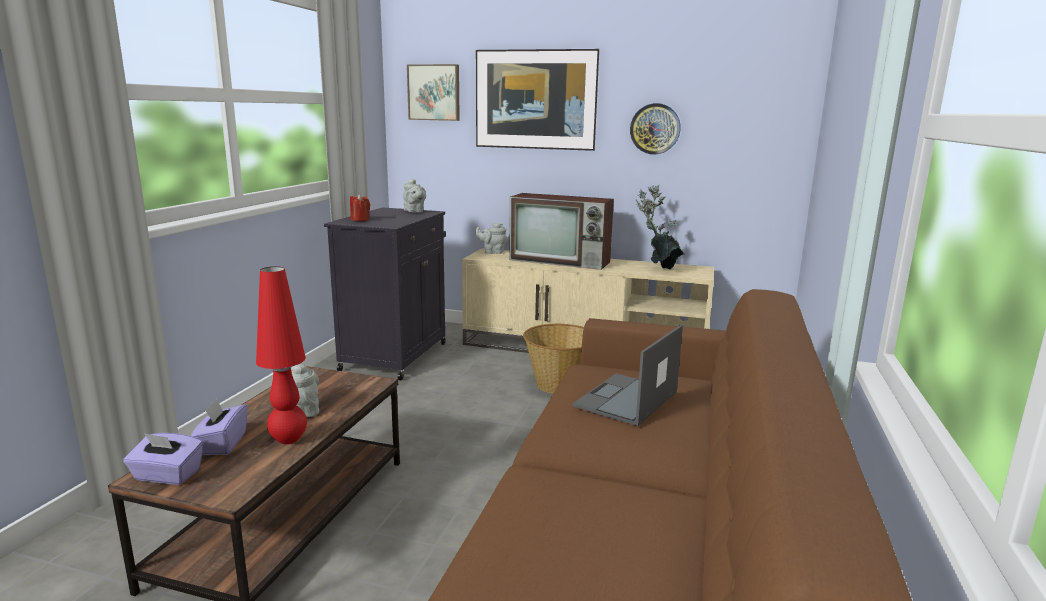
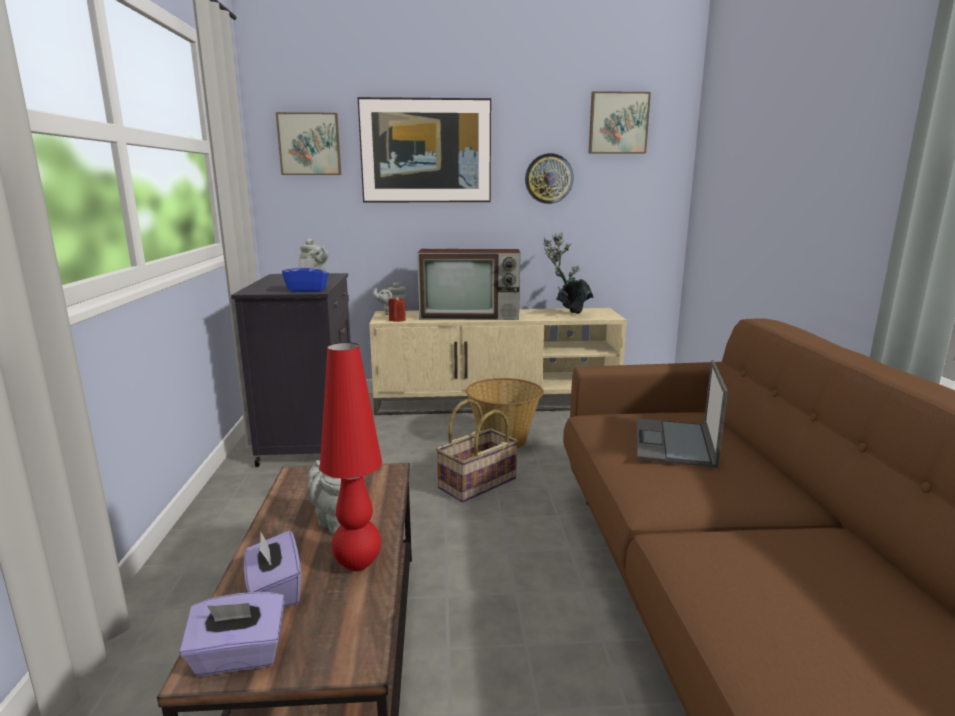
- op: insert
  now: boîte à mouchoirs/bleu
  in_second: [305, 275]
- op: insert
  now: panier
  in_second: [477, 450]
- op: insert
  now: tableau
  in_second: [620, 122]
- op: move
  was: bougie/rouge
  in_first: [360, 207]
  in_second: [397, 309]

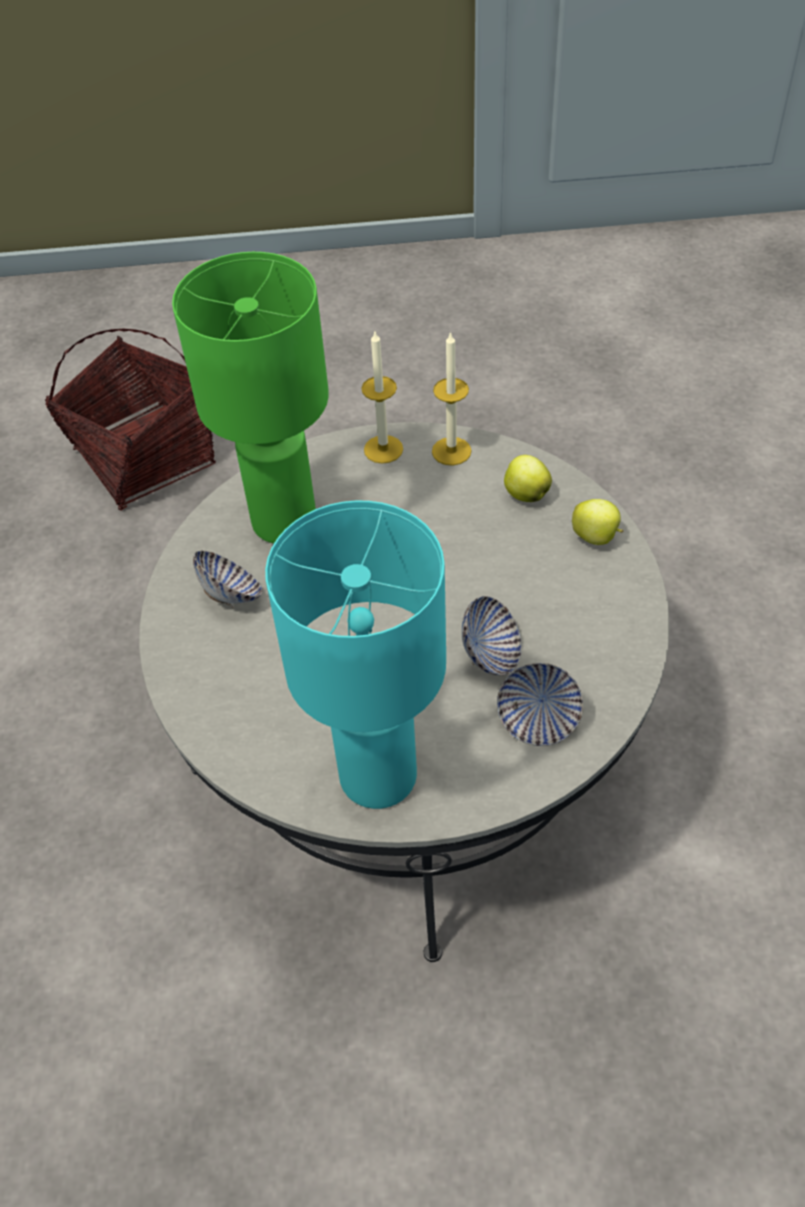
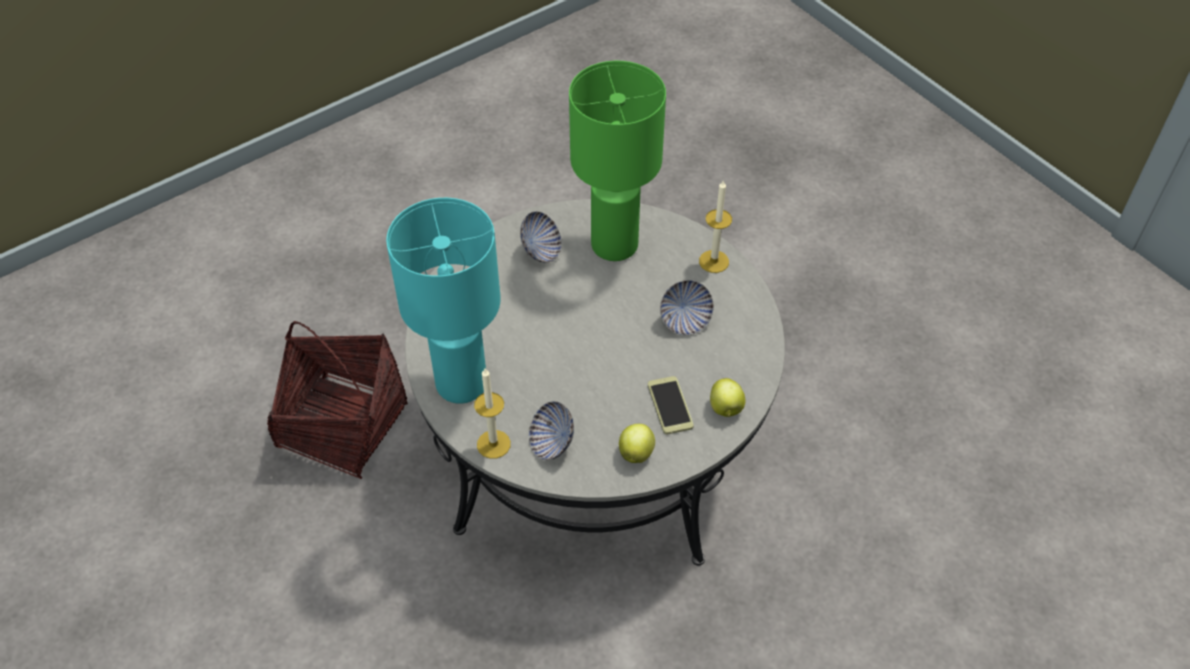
- op: insert
  now: téléphone
  in_second: [671, 405]
- op: move
  was: panier
  in_first: [130, 420]
  in_second: [337, 400]
- op: move
  was: bougie
  in_first: [452, 399]
  in_second: [492, 414]
- op: move
  was: bol
  in_first: [491, 635]
  in_second: [687, 307]
- op: move
  was: pomme
  in_first: [528, 478]
  in_second: [637, 443]

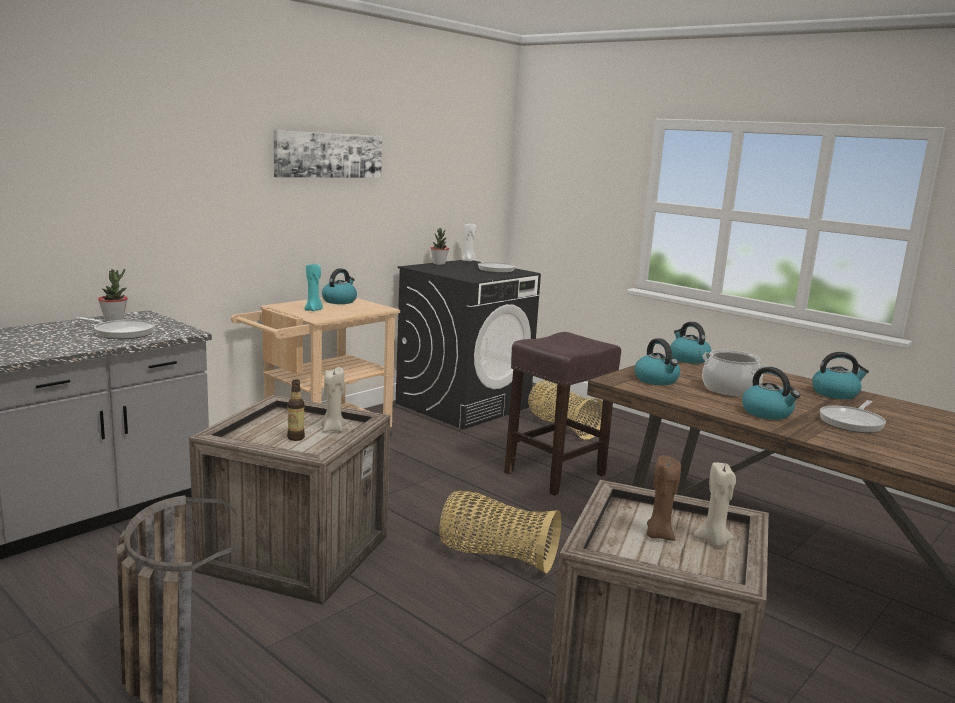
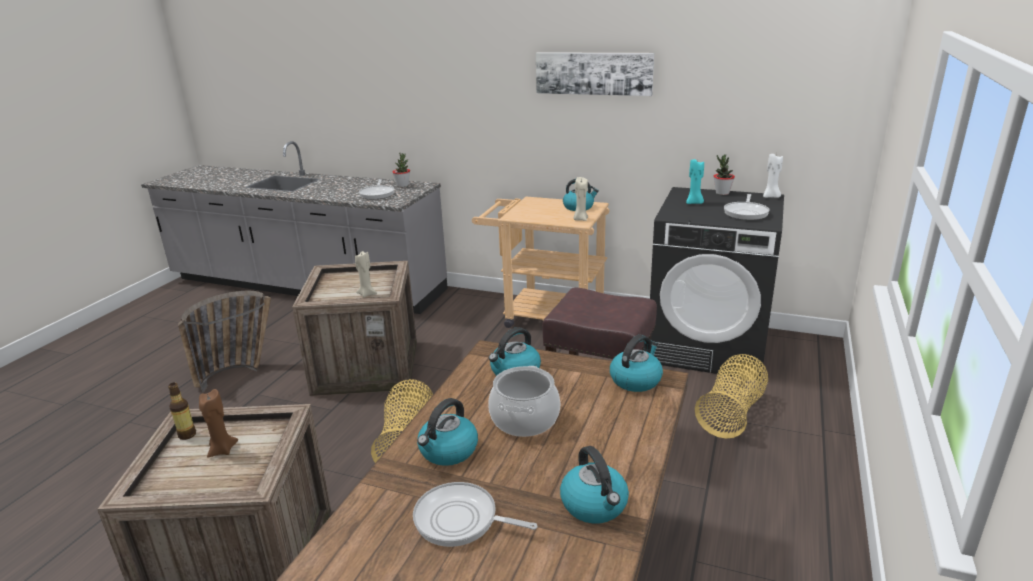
- op: move
  was: bouteille
  in_first: [296, 410]
  in_second: [182, 411]
- op: move
  was: bougie/turquoise
  in_first: [313, 287]
  in_second: [695, 181]
- op: move
  was: bougie/beige
  in_first: [715, 504]
  in_second: [580, 199]

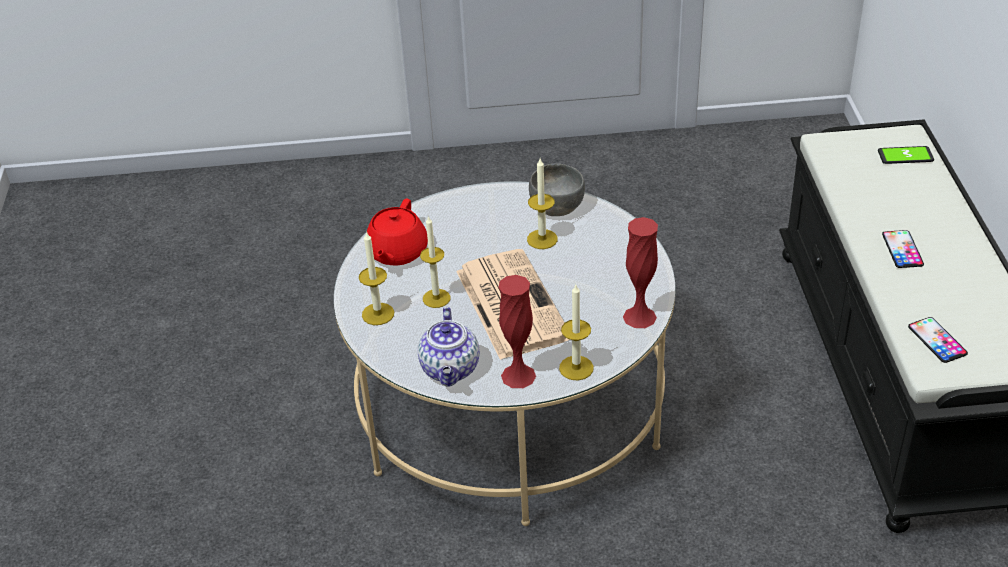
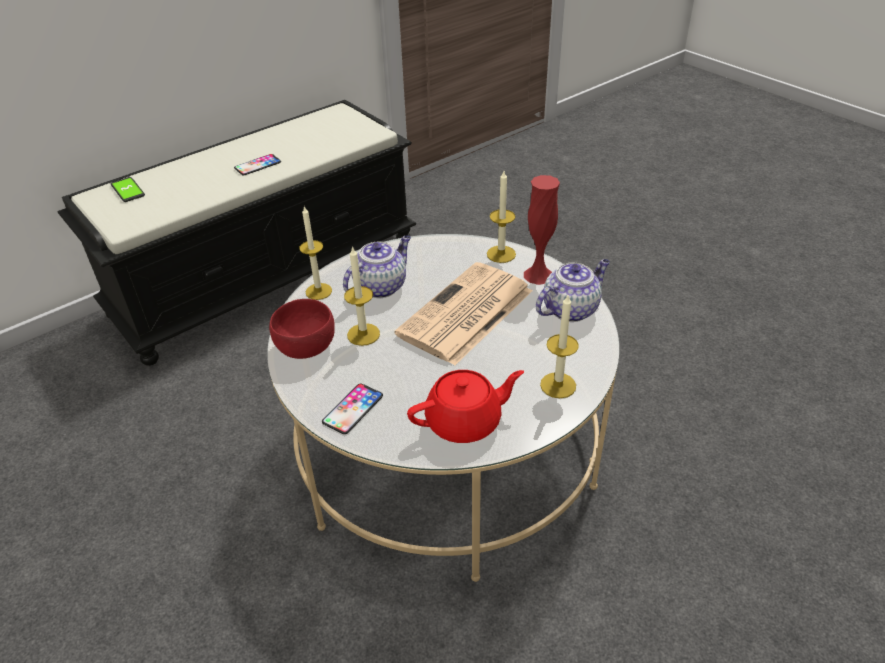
- op: delete
  was: vase/rouge
  in_first: [640, 272]
- op: insert
  now: théière
  in_second: [377, 266]
- op: move
  was: bougie
  in_first: [435, 262]
  in_second: [315, 253]
- op: move
  was: téléphone
  in_first: [938, 340]
  in_second: [352, 409]
- op: recolor
  was: bol/gris
  now: bol/rouge
  in_first: [557, 189]
  in_second: [302, 329]

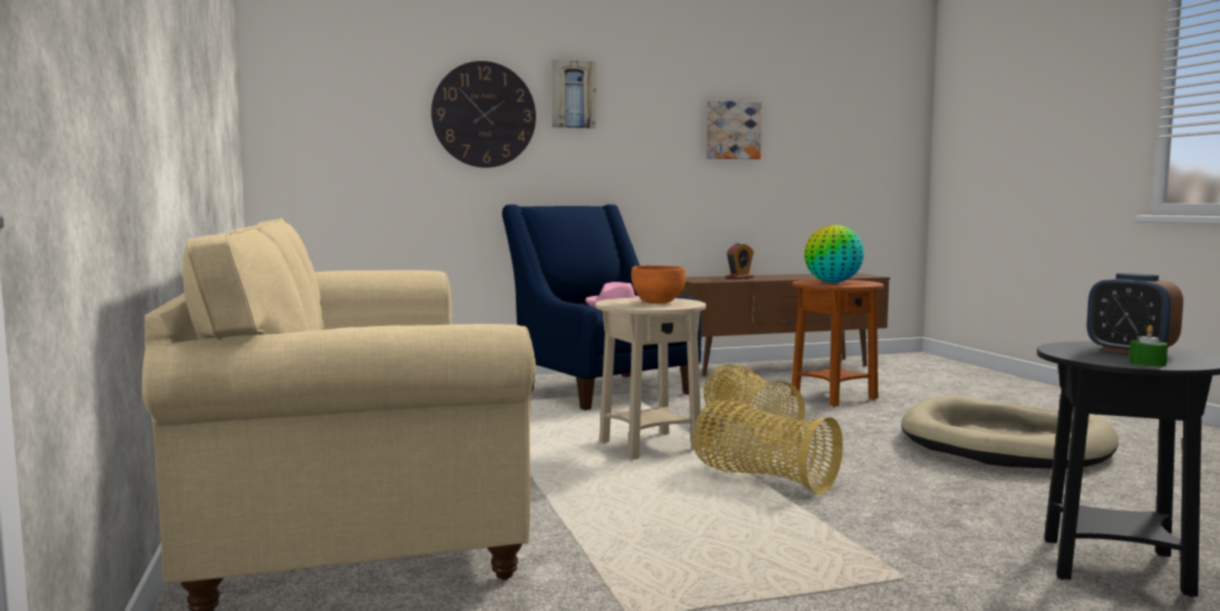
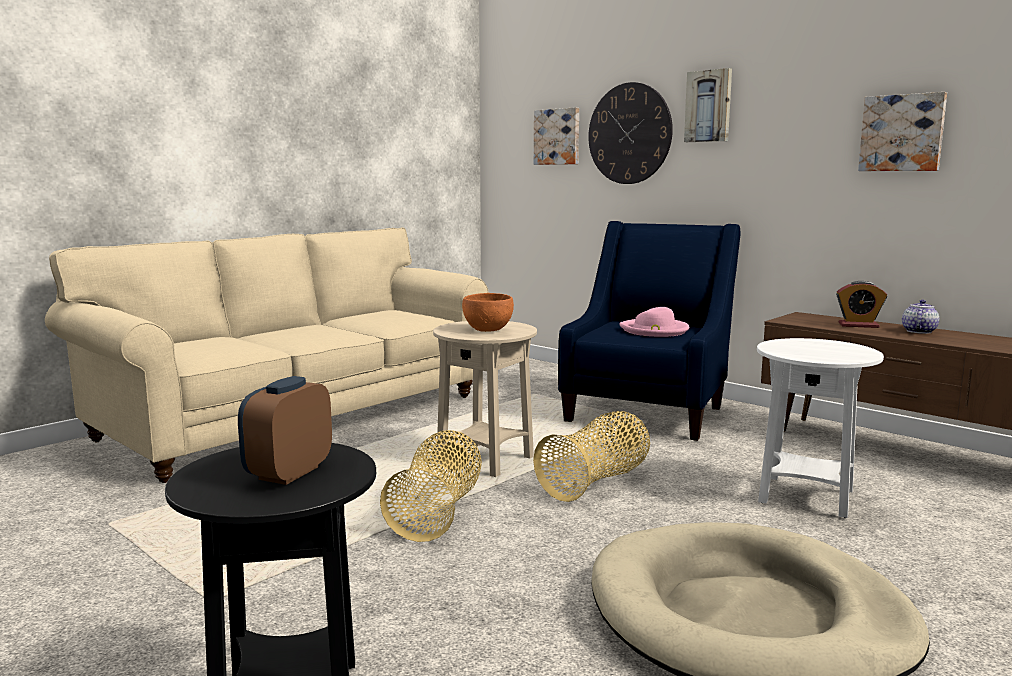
- op: delete
  was: globe
  in_first: [834, 254]
- op: delete
  was: bougie/vert
  in_first: [1148, 346]
- op: insert
  now: tableau
  in_second: [556, 136]
- op: insert
  now: théière
  in_second: [920, 317]
- op: recolor
  was: table d'appoint/marron
  now: table d'appoint/blanc
  in_first: [837, 343]
  in_second: [820, 428]

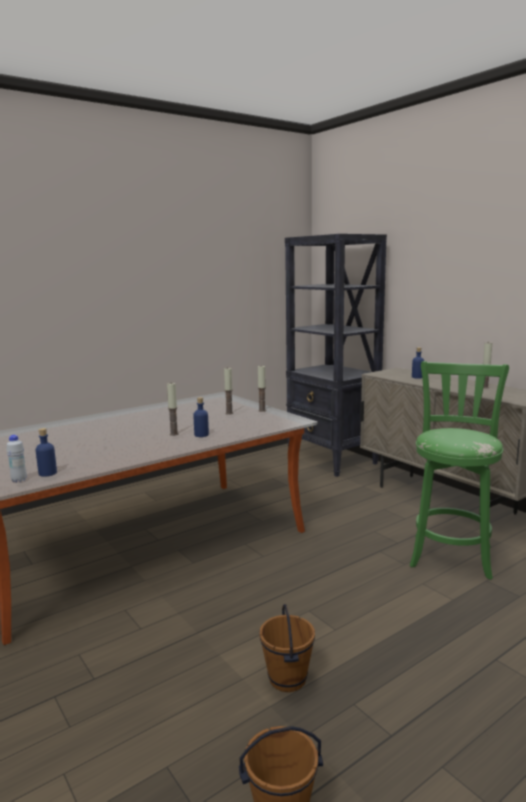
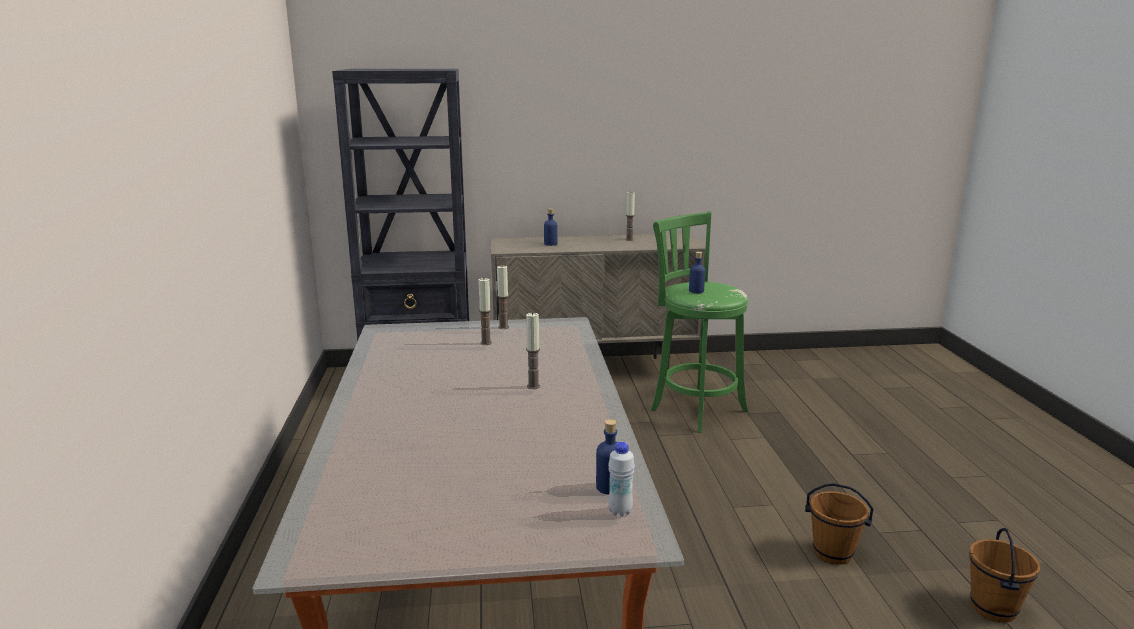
- op: move
  was: bouteille/bleu
  in_first: [201, 417]
  in_second: [697, 272]

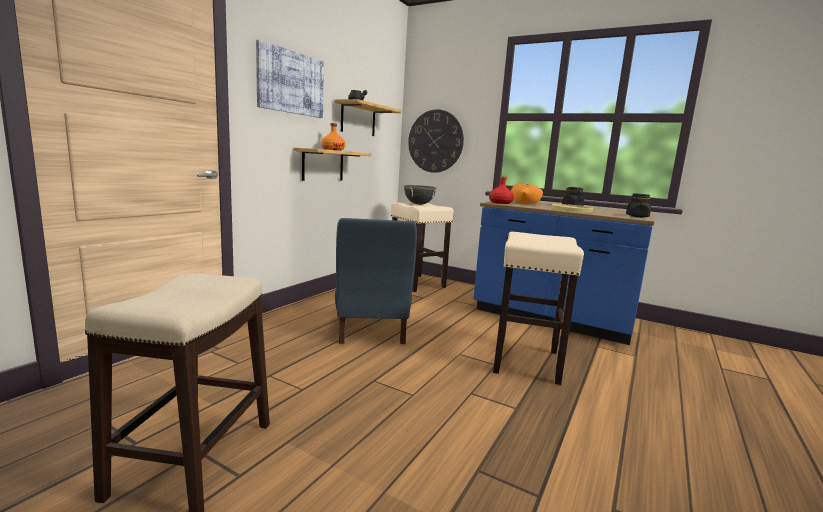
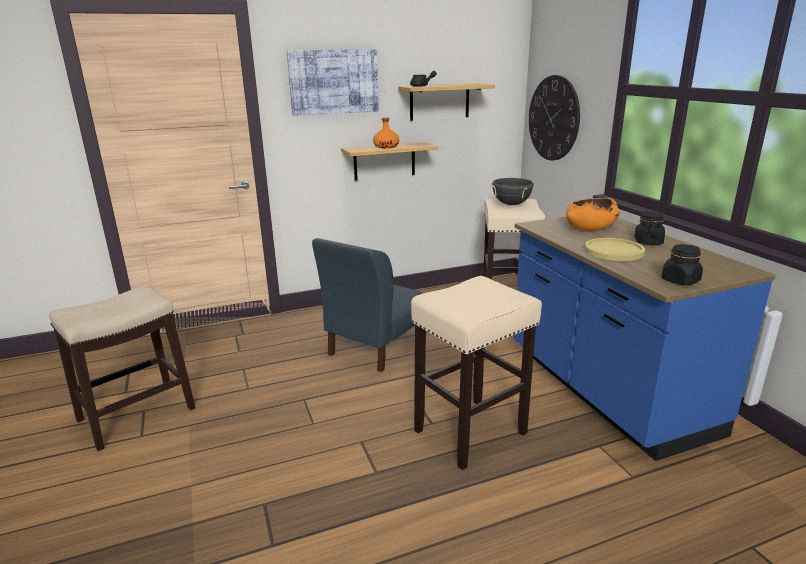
- op: delete
  was: bouteille/rouge
  in_first: [501, 190]

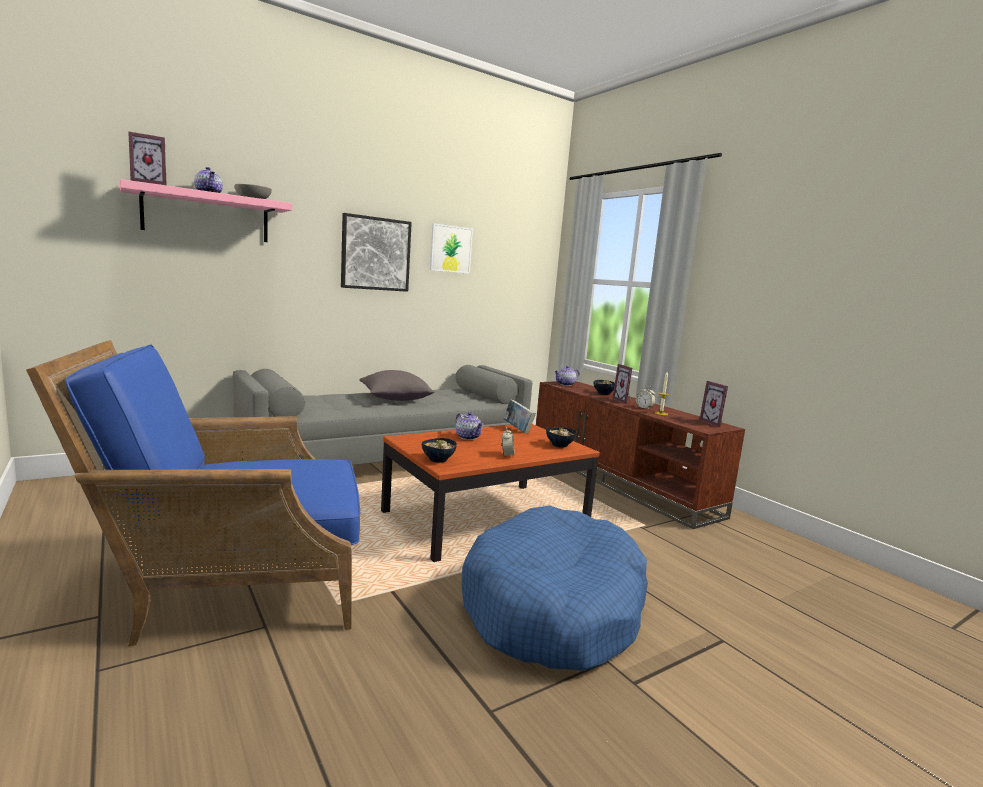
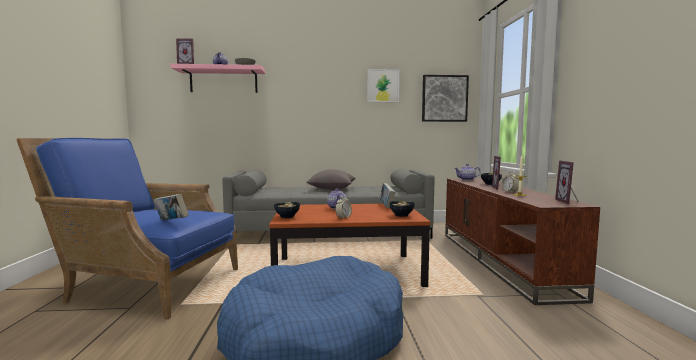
- op: insert
  now: livre
  in_second: [171, 207]
- op: move
  was: tableau
  in_first: [376, 252]
  in_second: [445, 98]

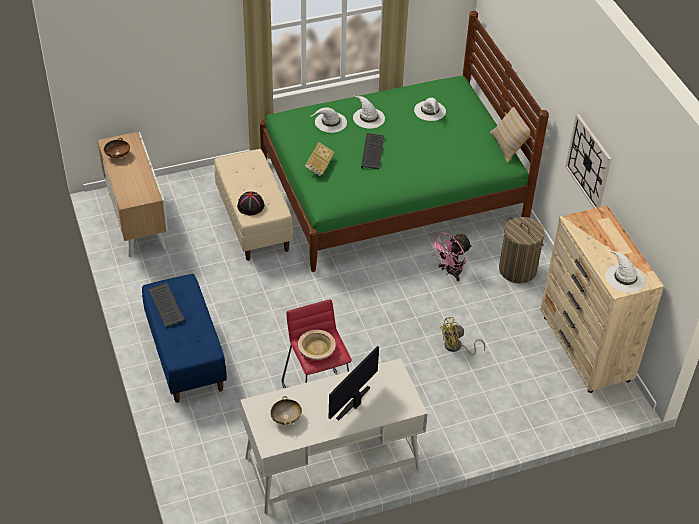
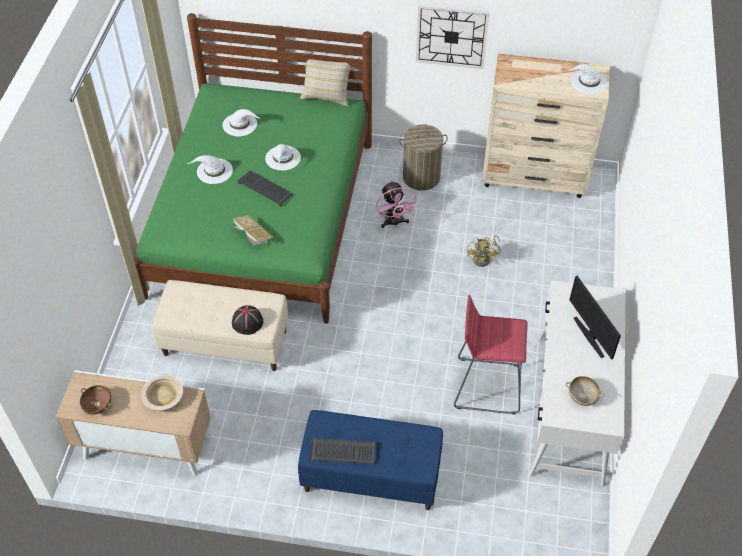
- op: move
  was: bol/beige
  in_first: [317, 345]
  in_second: [162, 393]
- op: move
  was: chapeau/blanc
  in_first: [328, 120]
  in_second: [283, 157]

